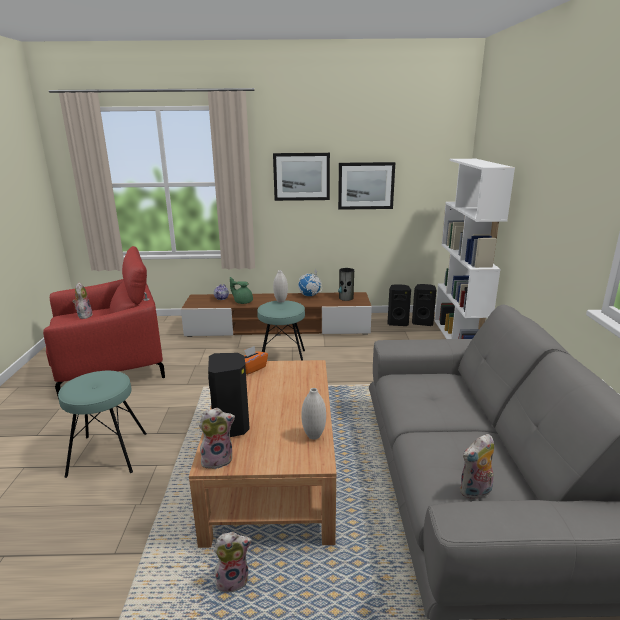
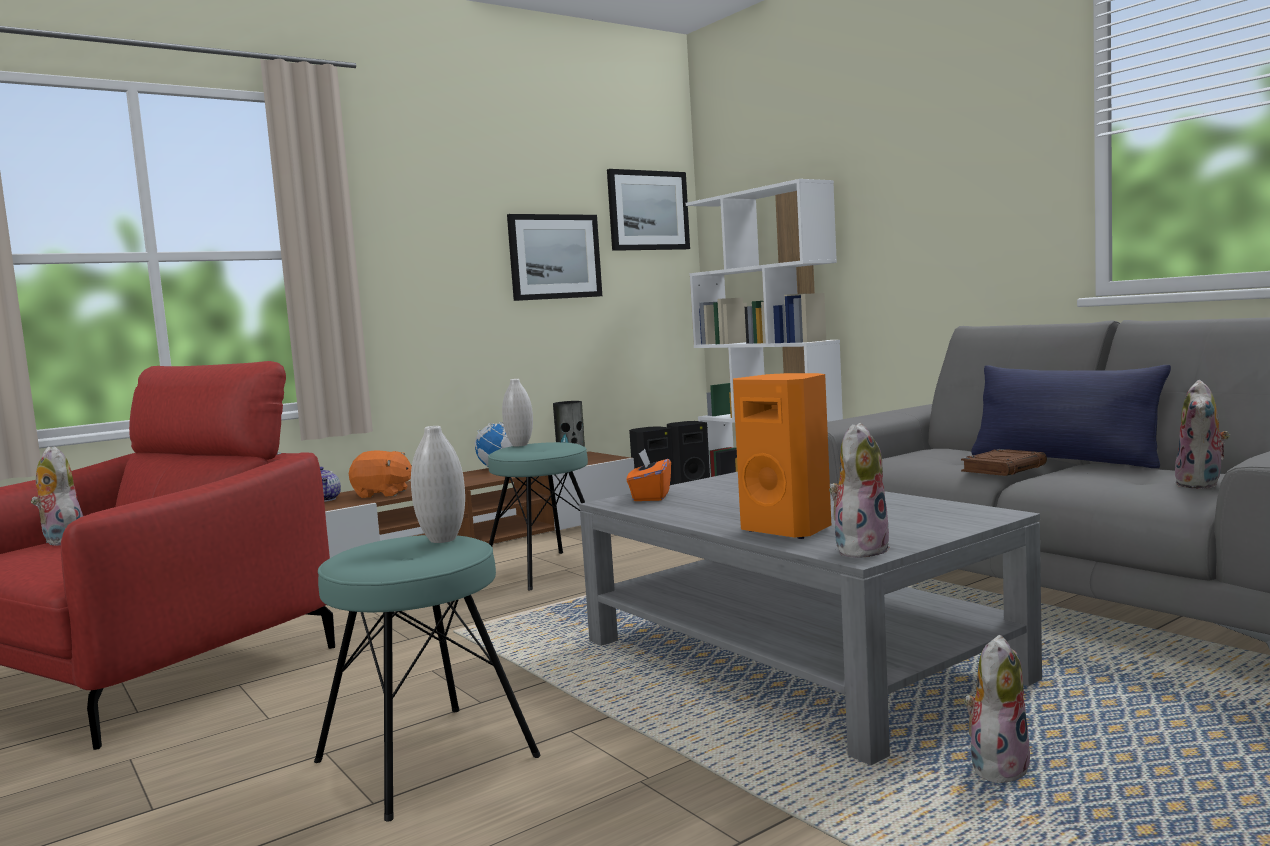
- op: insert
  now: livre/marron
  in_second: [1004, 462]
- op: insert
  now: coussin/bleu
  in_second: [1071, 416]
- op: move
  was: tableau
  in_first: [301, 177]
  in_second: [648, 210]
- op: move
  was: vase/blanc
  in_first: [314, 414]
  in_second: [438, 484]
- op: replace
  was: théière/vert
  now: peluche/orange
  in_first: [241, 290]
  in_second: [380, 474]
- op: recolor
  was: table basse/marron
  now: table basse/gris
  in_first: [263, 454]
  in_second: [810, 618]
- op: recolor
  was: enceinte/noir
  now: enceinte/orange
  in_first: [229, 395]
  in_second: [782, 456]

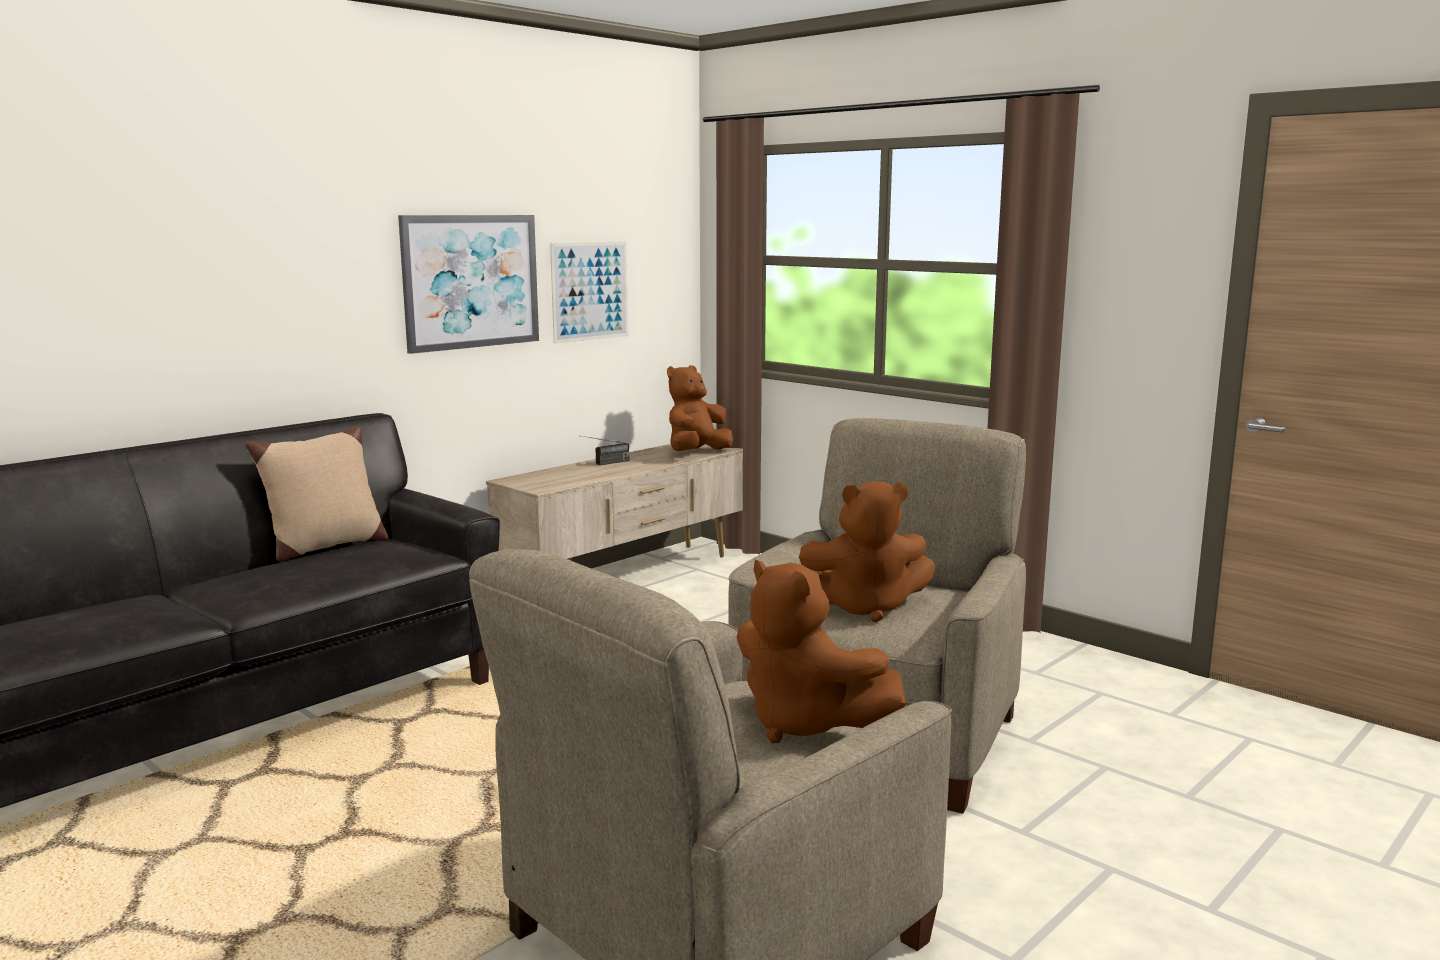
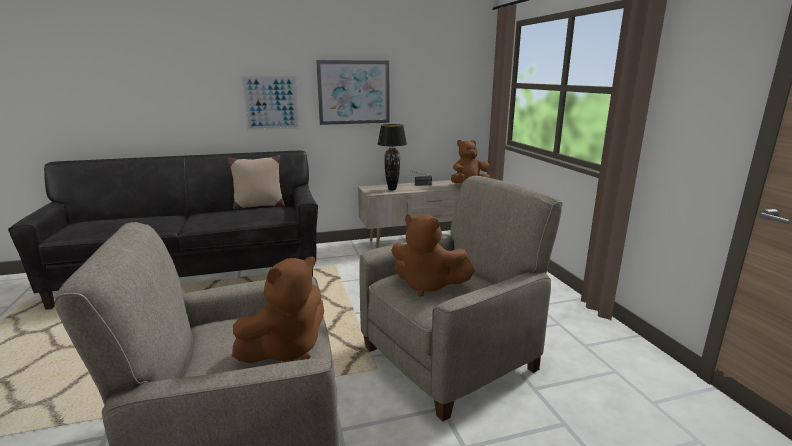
- op: insert
  now: lampe de table/noir
  in_second: [392, 157]
- op: move
  was: tableau
  in_first: [589, 292]
  in_second: [271, 103]
- op: rotate
  was: peluche/marron
  in_first: [821, 651]
  in_second: [278, 310]
  clockwise: -120

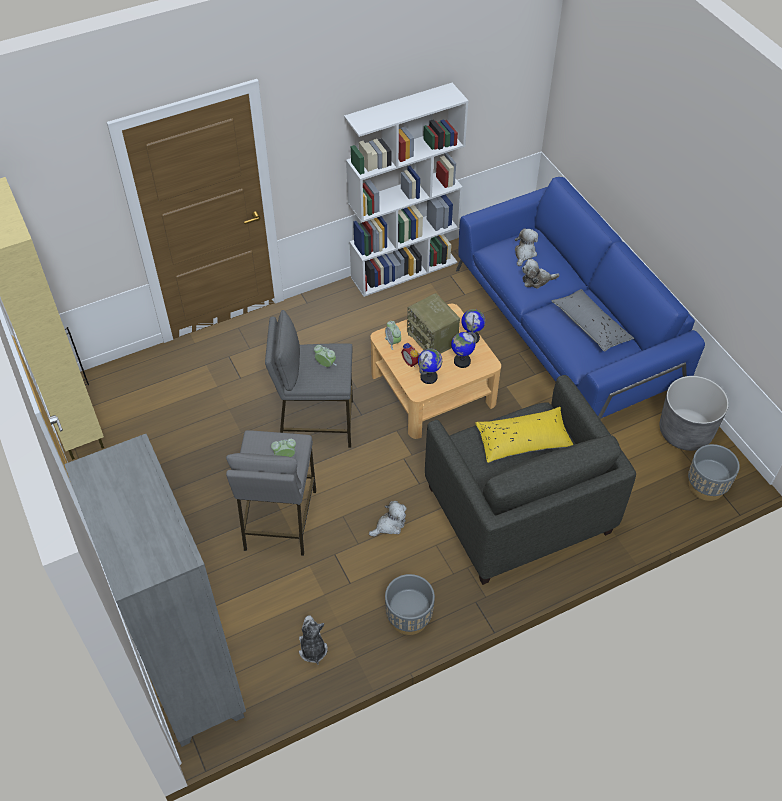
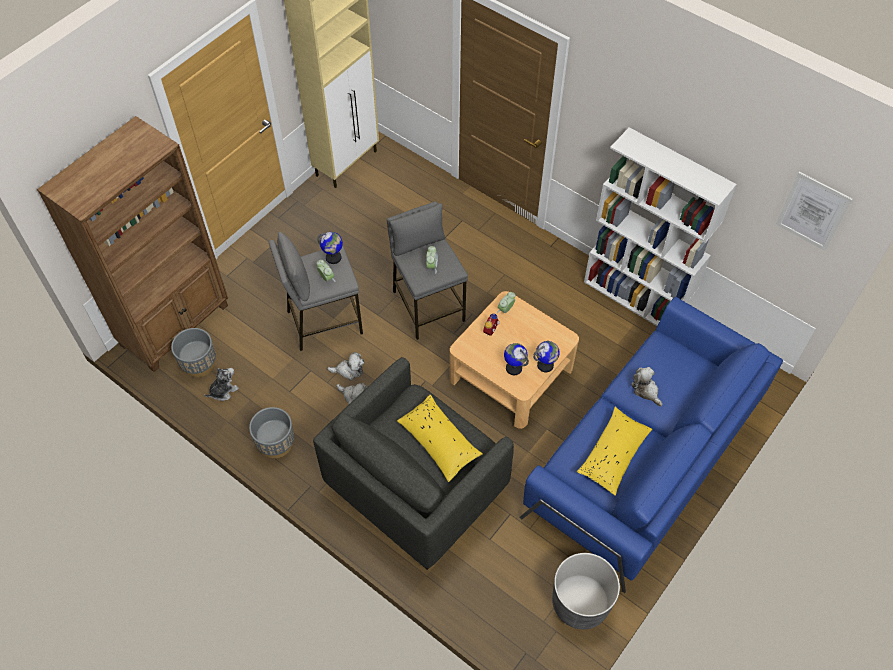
- op: delete
  was: radio
  in_first: [433, 323]
- op: insert
  now: tableau
  in_second: [814, 211]
- op: move
  was: globe
  in_first: [430, 366]
  in_second: [330, 248]
- op: move
  was: peluche
  in_first: [526, 247]
  in_second: [345, 366]
- op: move
  was: cache-pot/gris
  in_first: [714, 472]
  in_second: [193, 352]
- op: recolor
  was: bibliothèque/gris
  now: bibliothèque/marron
  in_first: [155, 590]
  in_second: [132, 244]
- op: recolor
  was: coussin/gris
  now: coussin/jaune
  in_first: [592, 320]
  in_second: [614, 451]

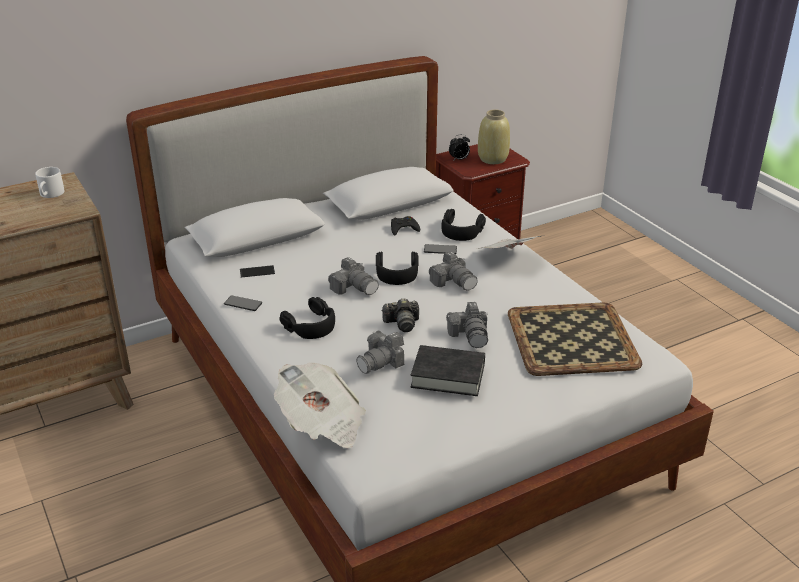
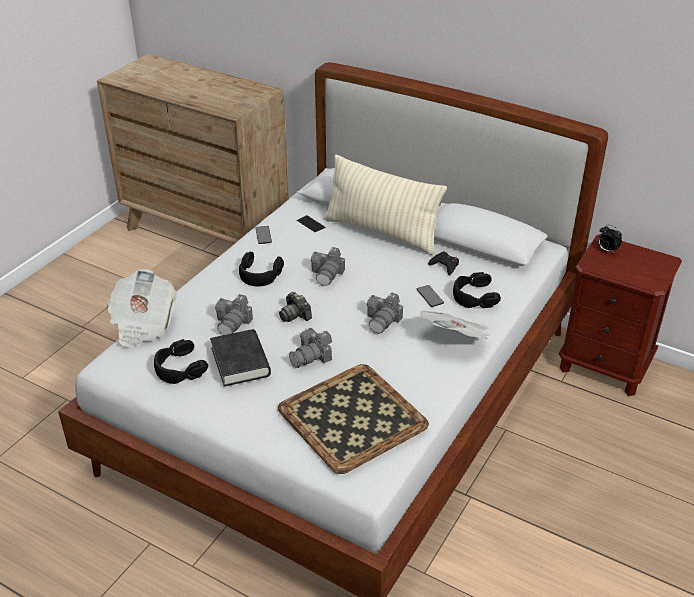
- op: delete
  was: mug/blanc
  in_first: [50, 182]
- op: delete
  was: vase/beige
  in_first: [494, 136]
- op: insert
  now: coussin/beige
  in_second: [385, 205]
- op: move
  was: casque audio/noir
  in_first: [397, 268]
  in_second: [181, 361]
- op: rotate
  was: appareil photo
  in_first: [380, 352]
  in_second: [234, 314]
  clockwise: -90

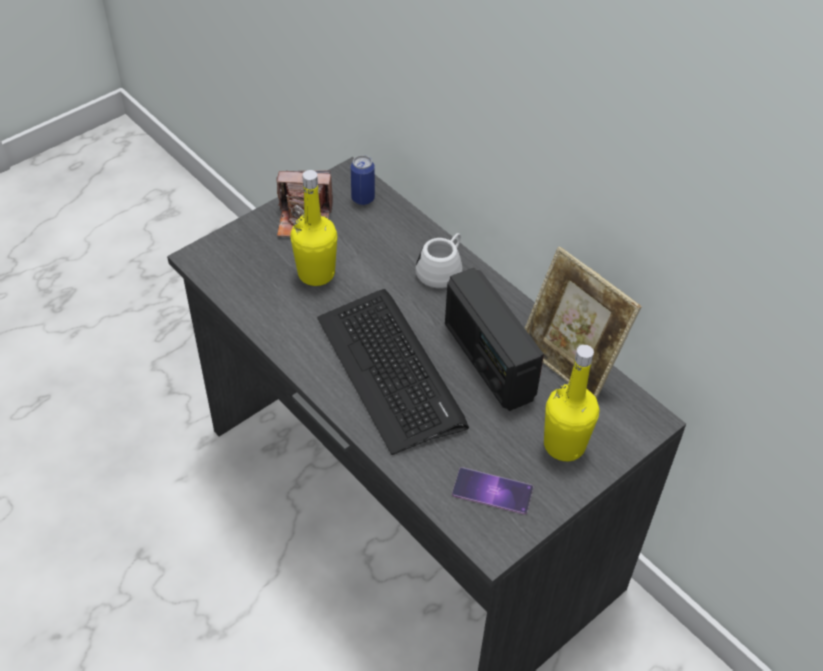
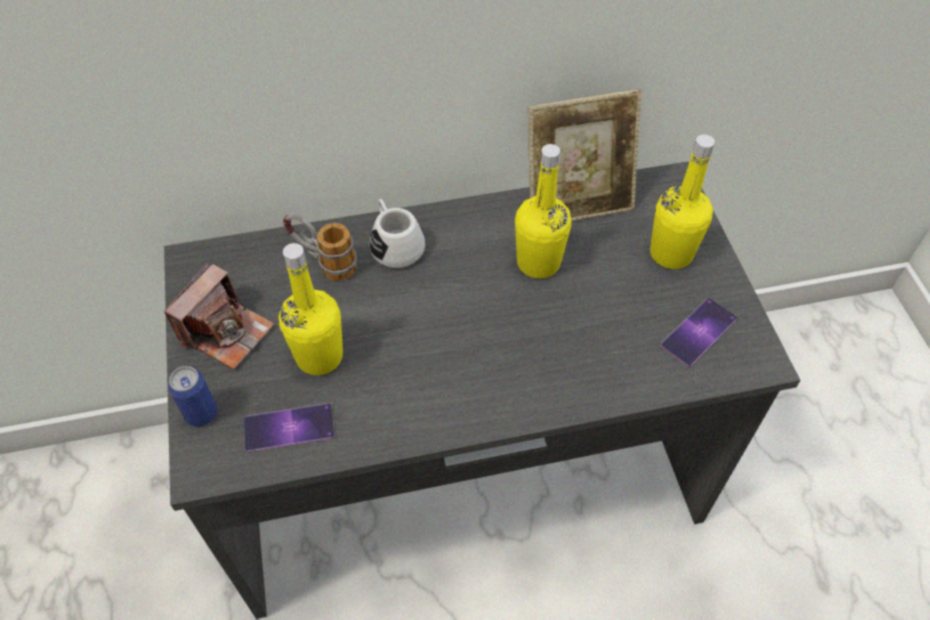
- op: delete
  was: clavier
  in_first: [393, 372]
- op: insert
  now: téléphone
  in_second: [289, 428]
- op: insert
  now: mug
  in_second: [320, 247]
- op: move
  was: boîte métallique
  in_first: [363, 180]
  in_second: [192, 396]
- op: replace
  was: radio
  now: bouteille/jaune
  in_first: [494, 339]
  in_second: [543, 211]

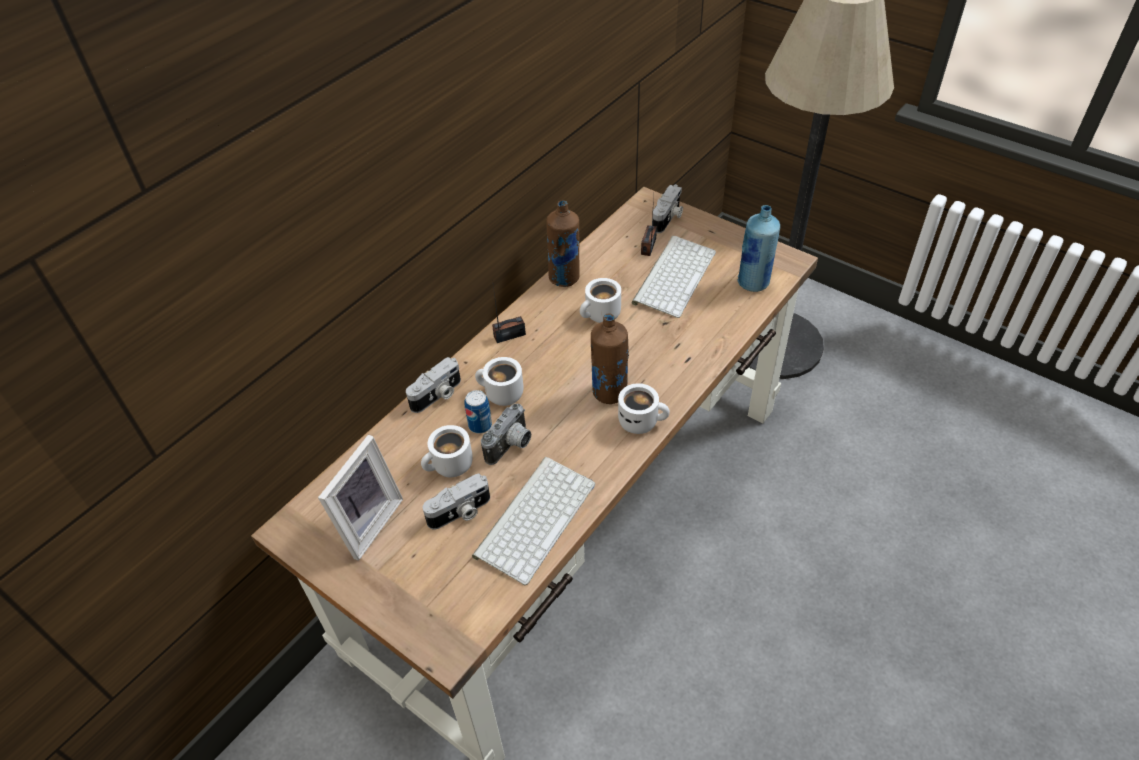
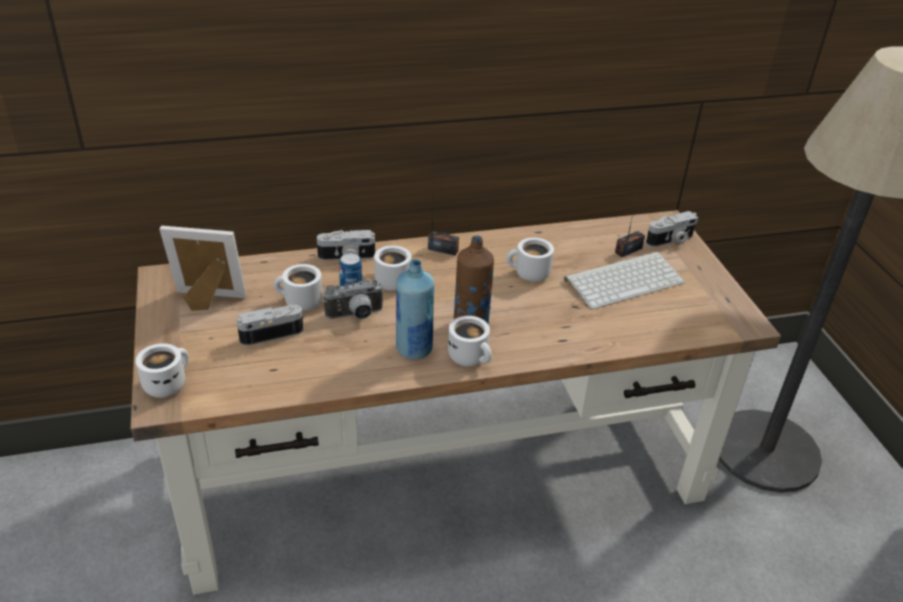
- op: delete
  was: clavier
  in_first: [533, 521]
- op: delete
  was: bouteille/marron
  in_first: [563, 243]
- op: insert
  now: mug/blanc
  in_second: [162, 370]
- op: move
  was: bouteille/bleu
  in_first: [759, 248]
  in_second: [415, 309]
- op: rotate
  was: cadre photo
  in_first: [360, 498]
  in_second: [202, 268]
  clockwise: -150
- op: rotate
  was: appareil photo
  in_first: [456, 502]
  in_second: [270, 325]
  clockwise: 150

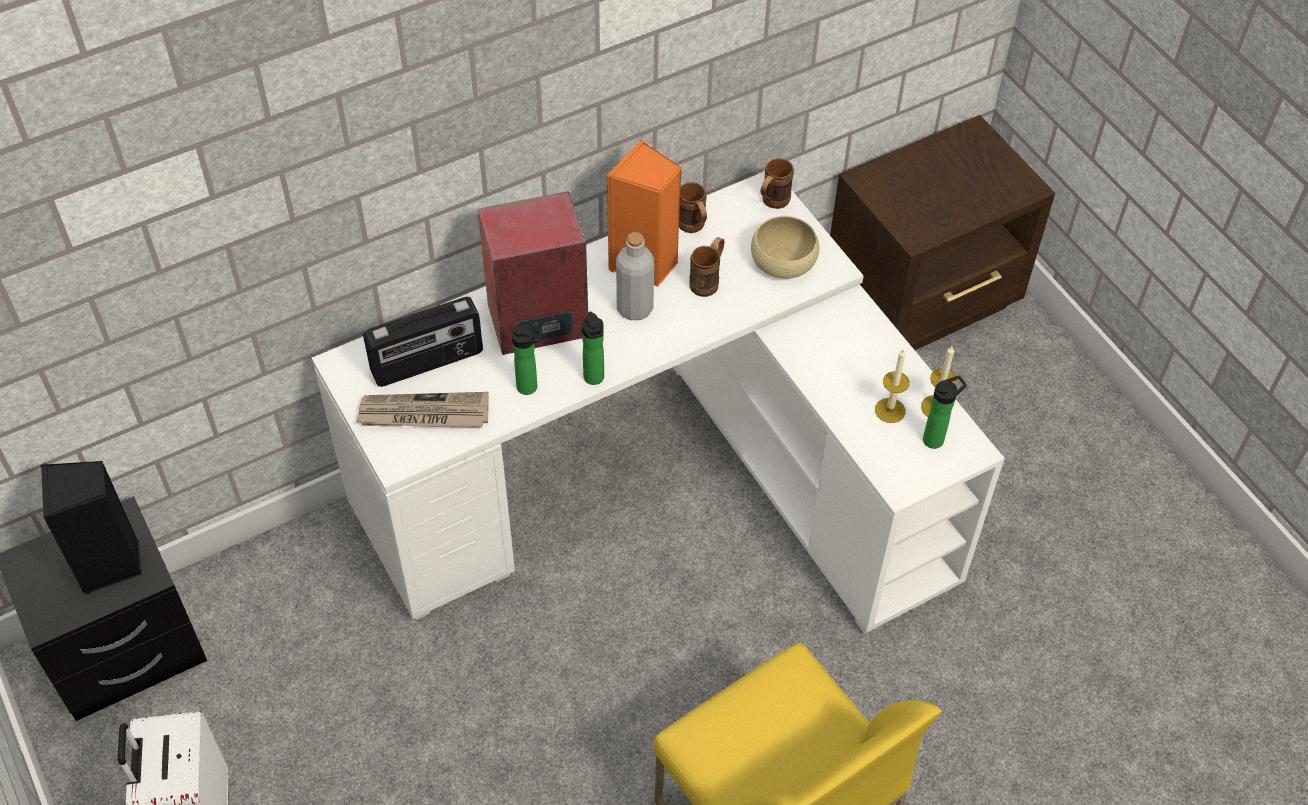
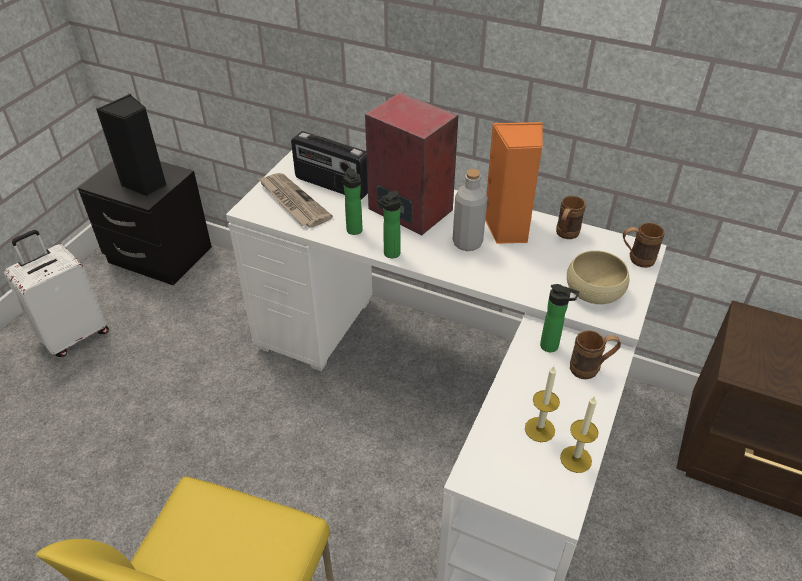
- op: move
  was: mug/marron
  in_first: [707, 267]
  in_second: [595, 354]
- op: move
  was: bouteille
  in_first: [945, 412]
  in_second: [559, 318]

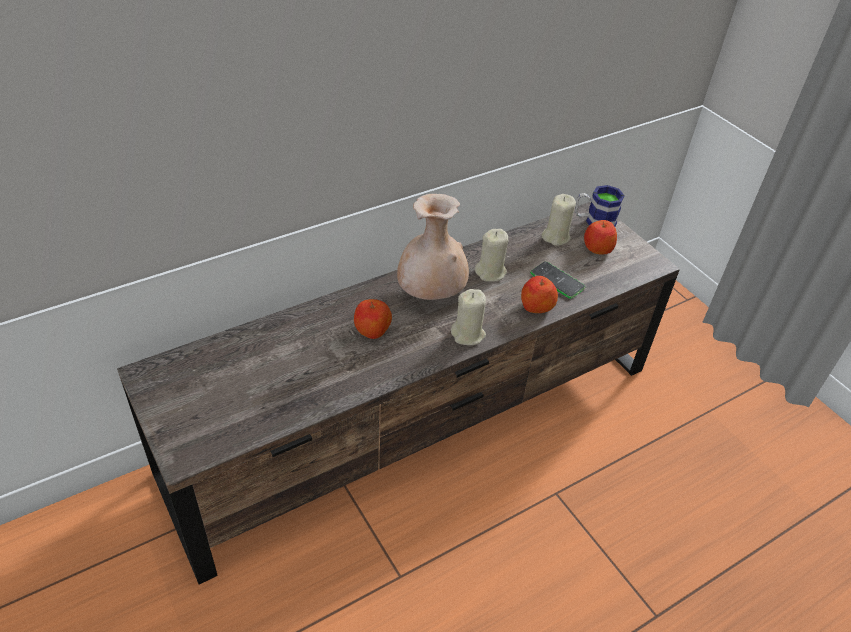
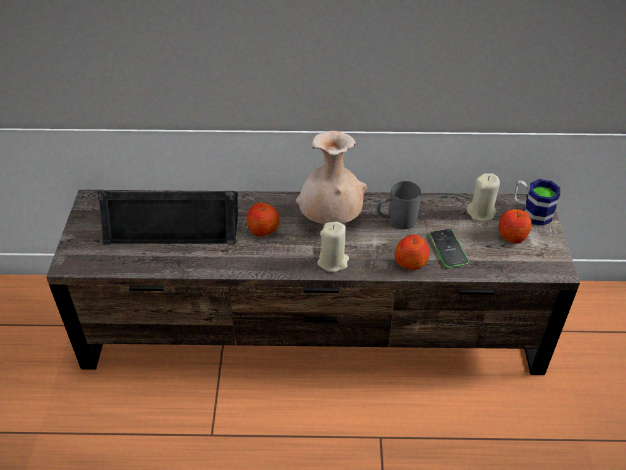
- op: insert
  now: enceinte/noir
  in_second: [168, 217]
- op: replace
  was: bougie/beige
  now: mug/gris
  in_first: [491, 255]
  in_second: [399, 205]

